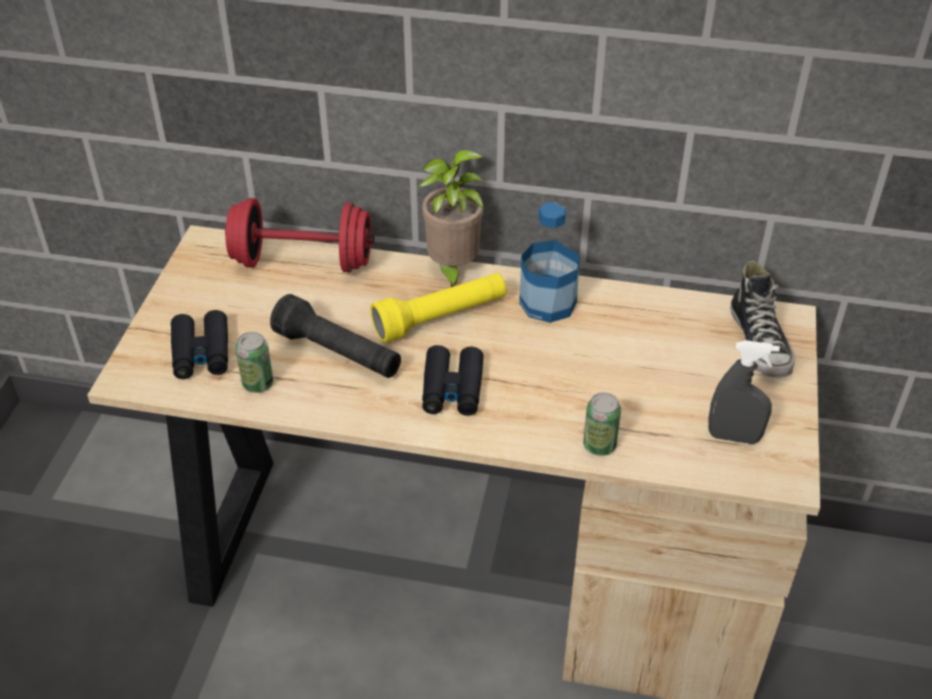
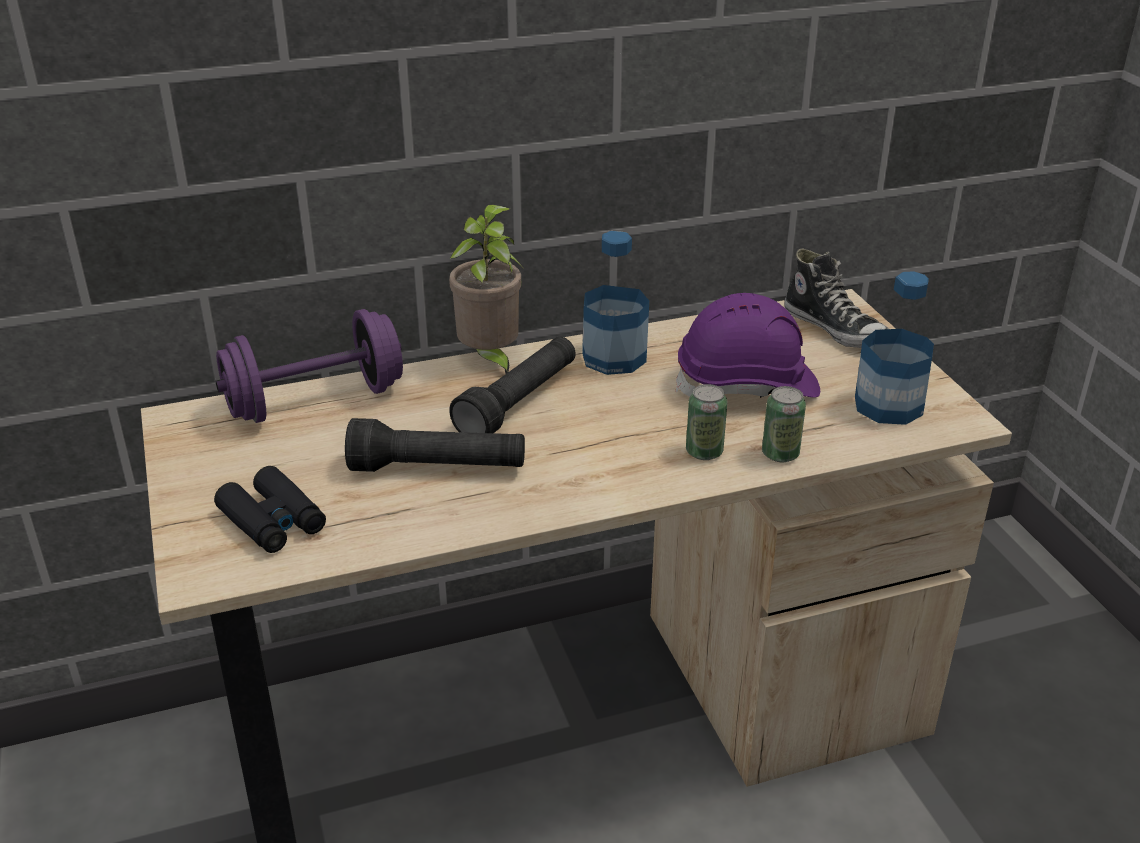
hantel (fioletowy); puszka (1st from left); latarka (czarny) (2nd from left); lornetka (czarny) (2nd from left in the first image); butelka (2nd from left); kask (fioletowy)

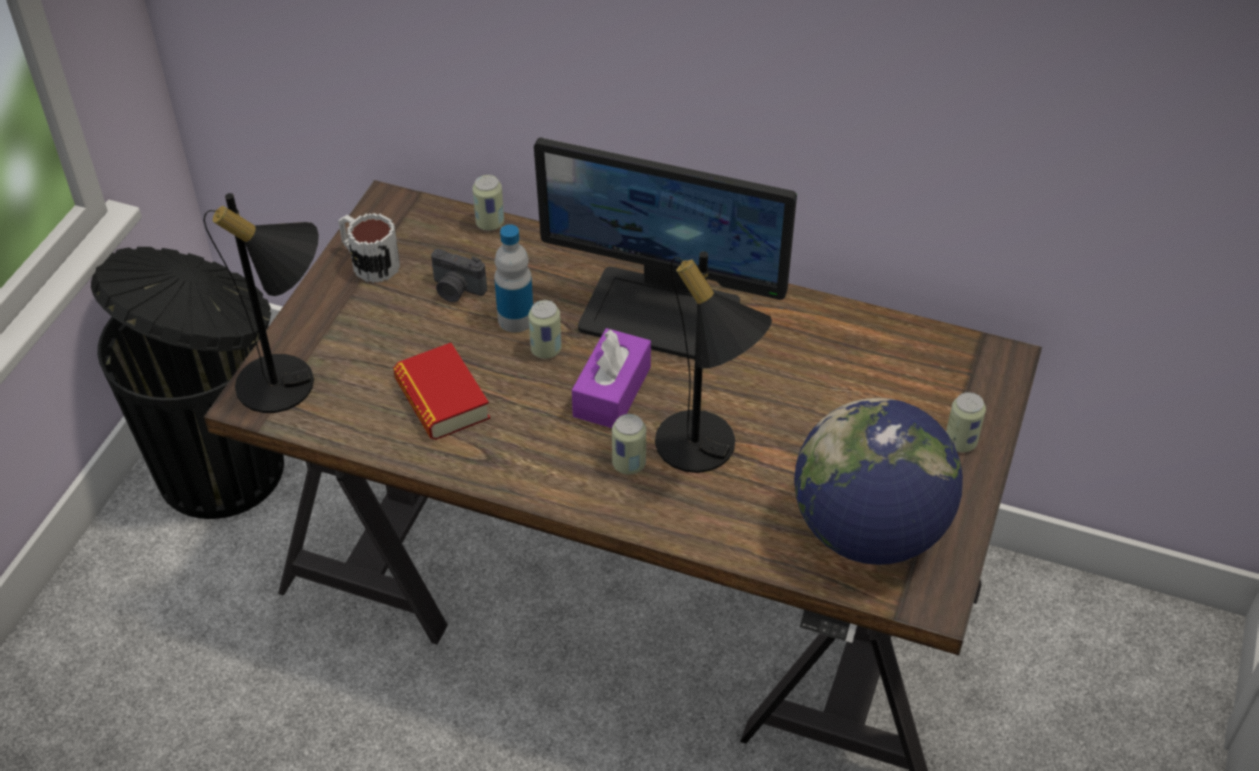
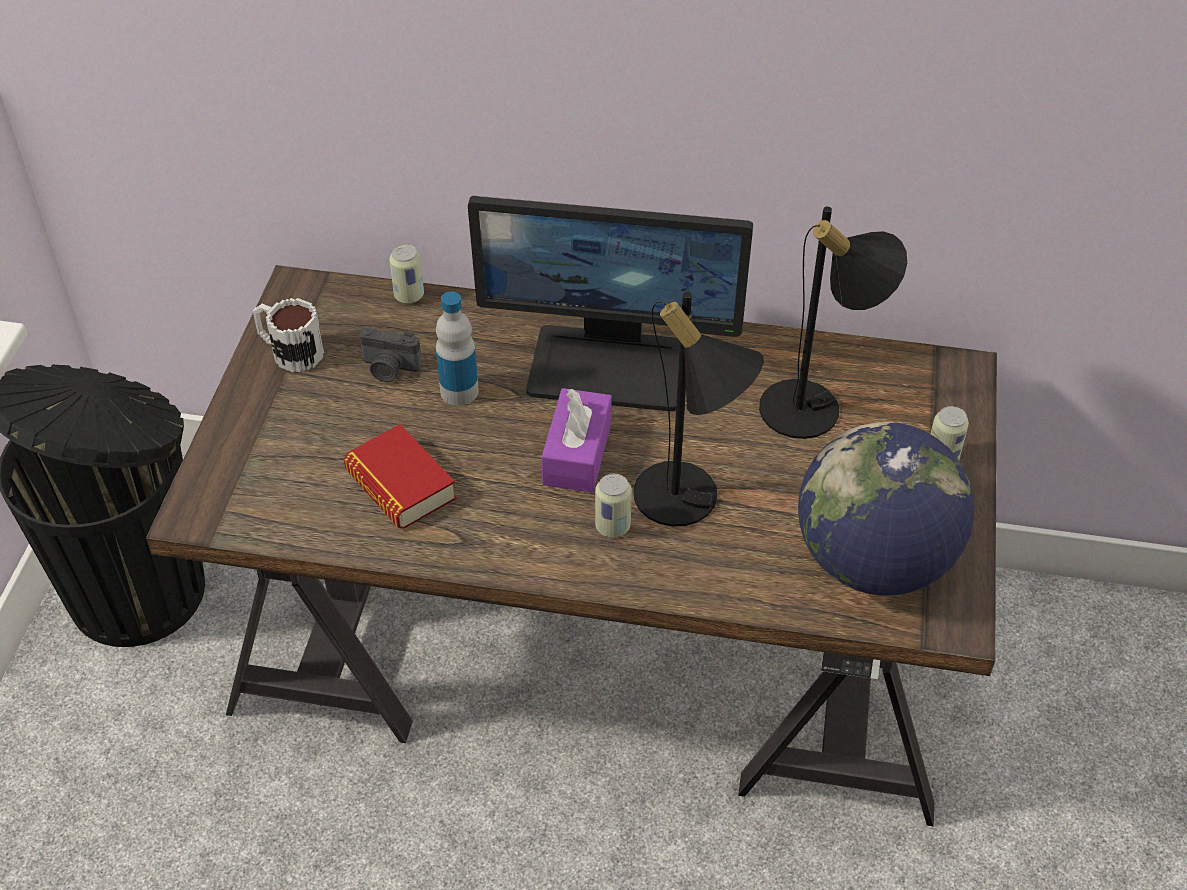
lampa stołowa (czarny) (2nd from left); puszka (2nd from left in the first image)

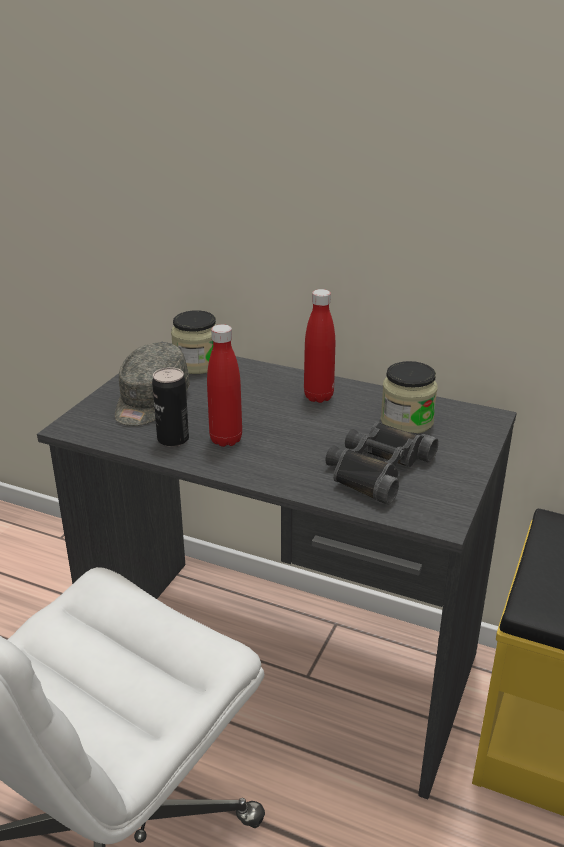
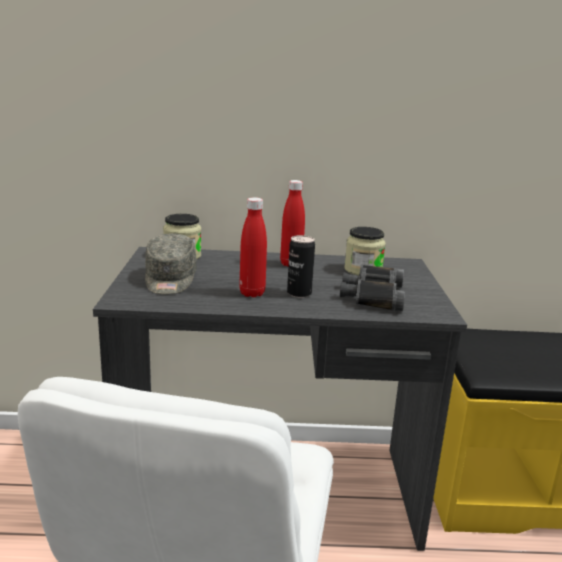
puszka

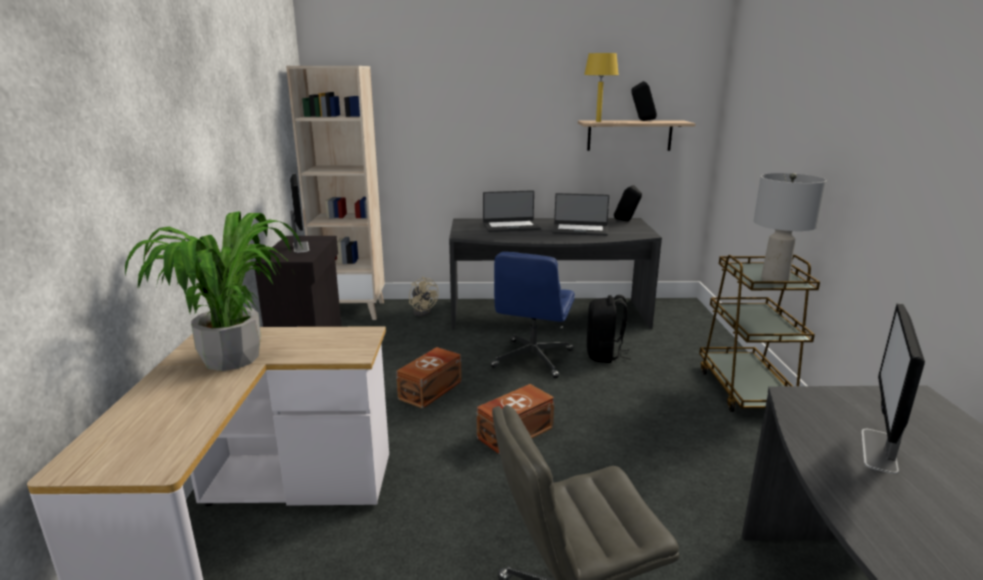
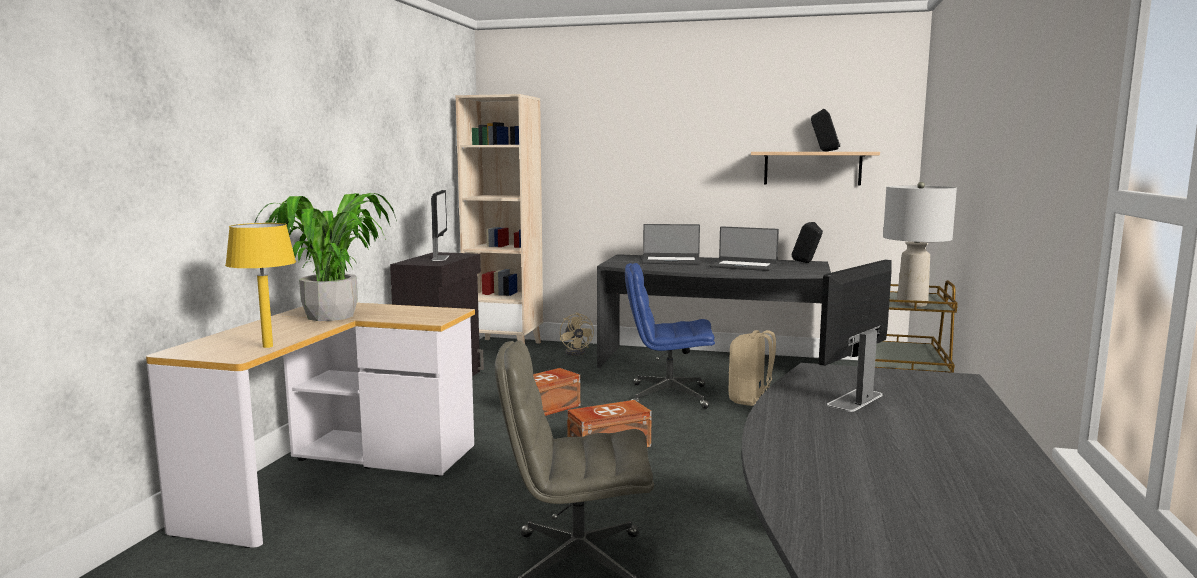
krzesło biurowe (niebieski); lampa stołowa (żółty); plecak (beżowy)

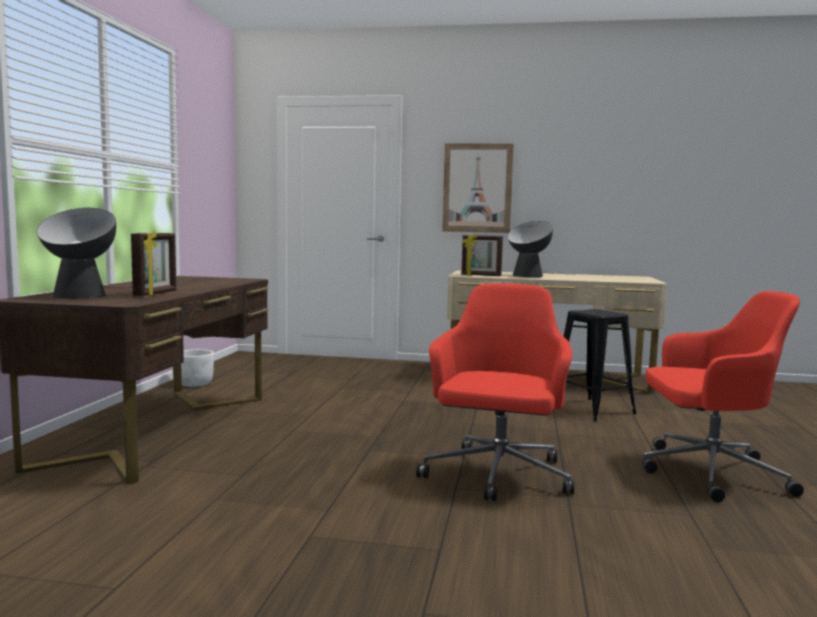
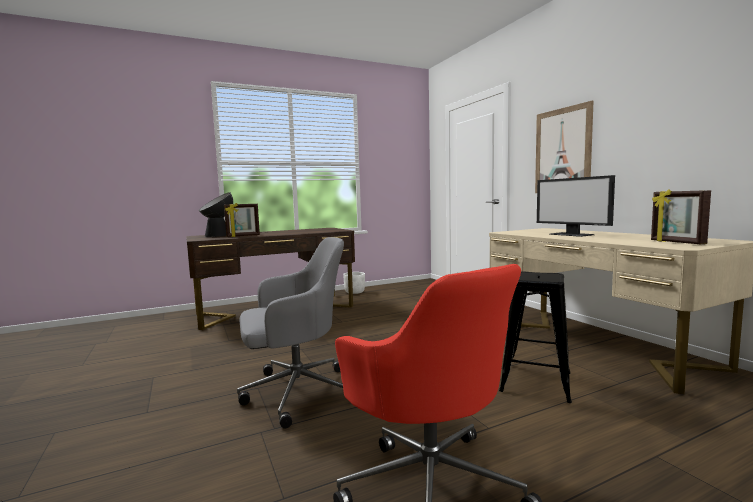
krzesło biurowe (szary); ramka na zdjęcie (2nd from left); monitor

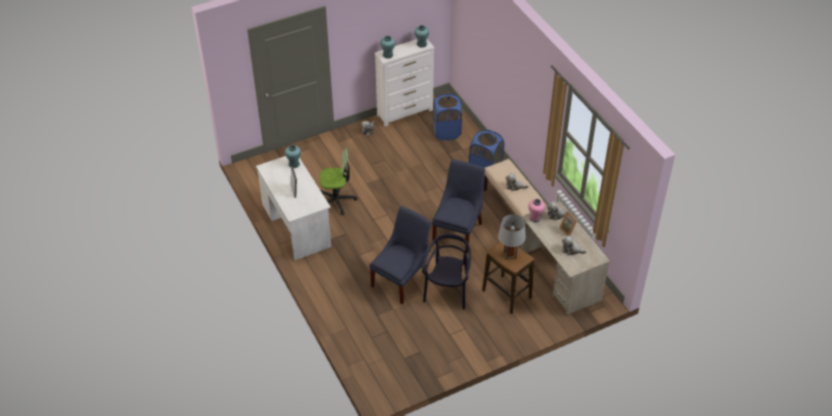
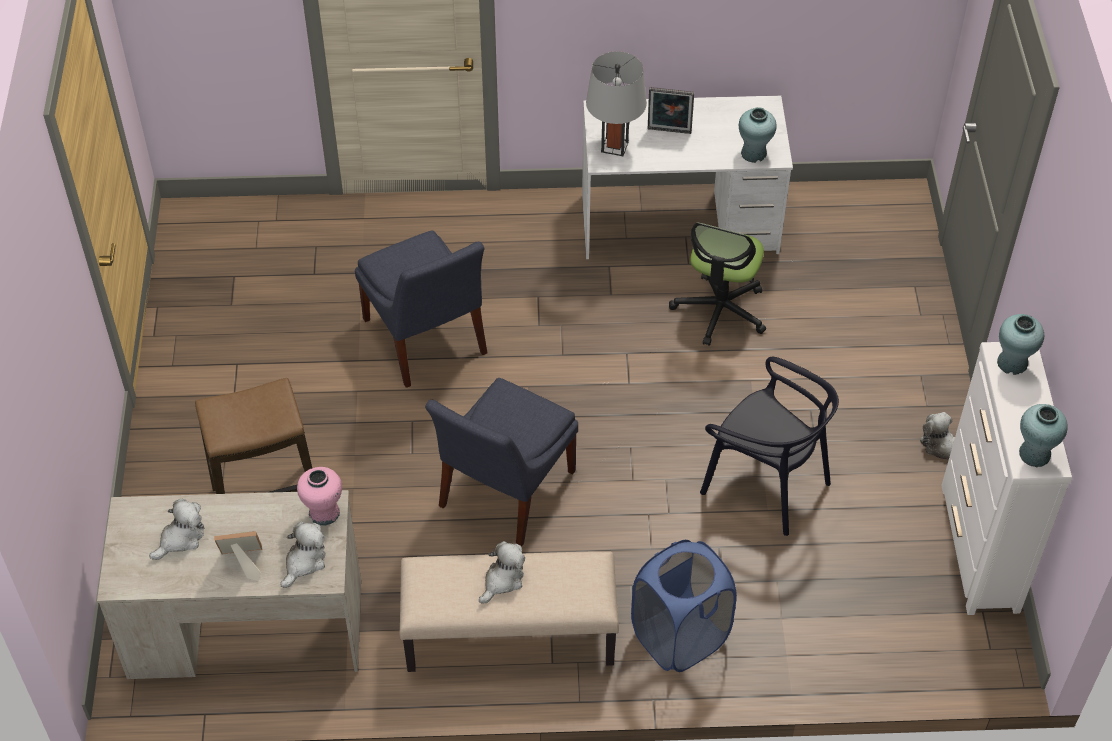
krzesło (czarny); krzesło (niebieski) (2nd from left); kosz na pranie (niebieski) (1st from left in the first image); lampa stołowa (szary)

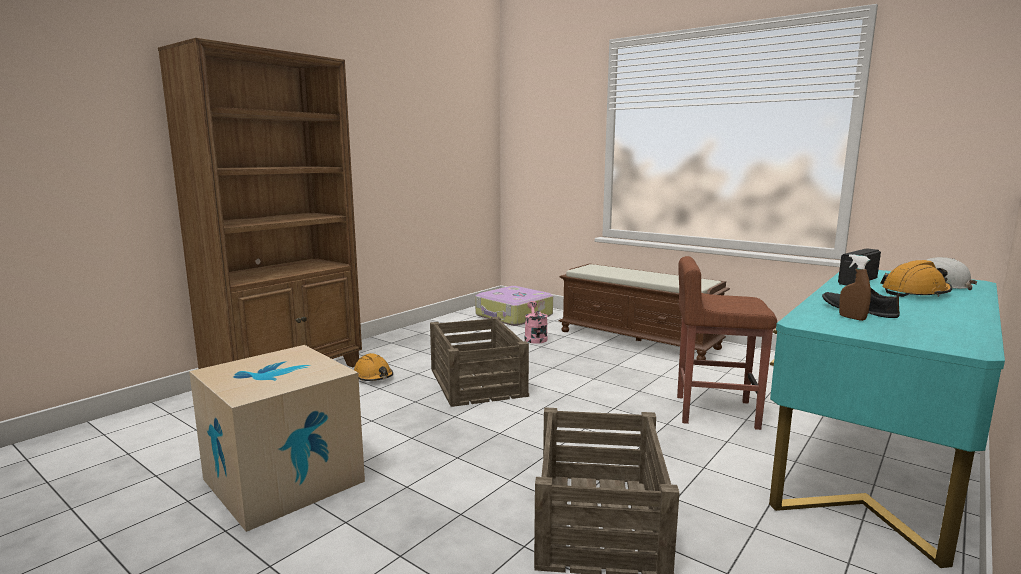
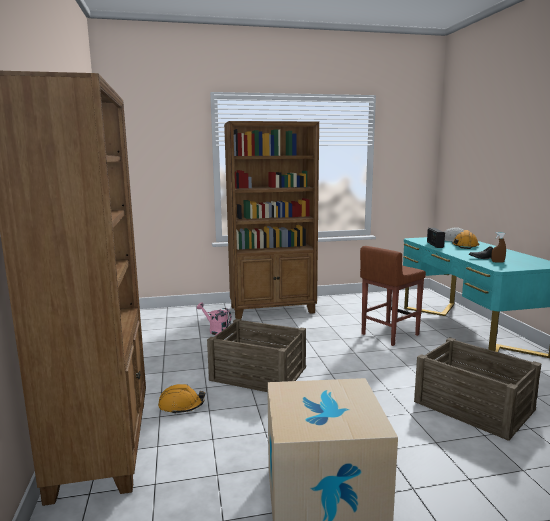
walizka; regał (brązowy) (2nd from left)

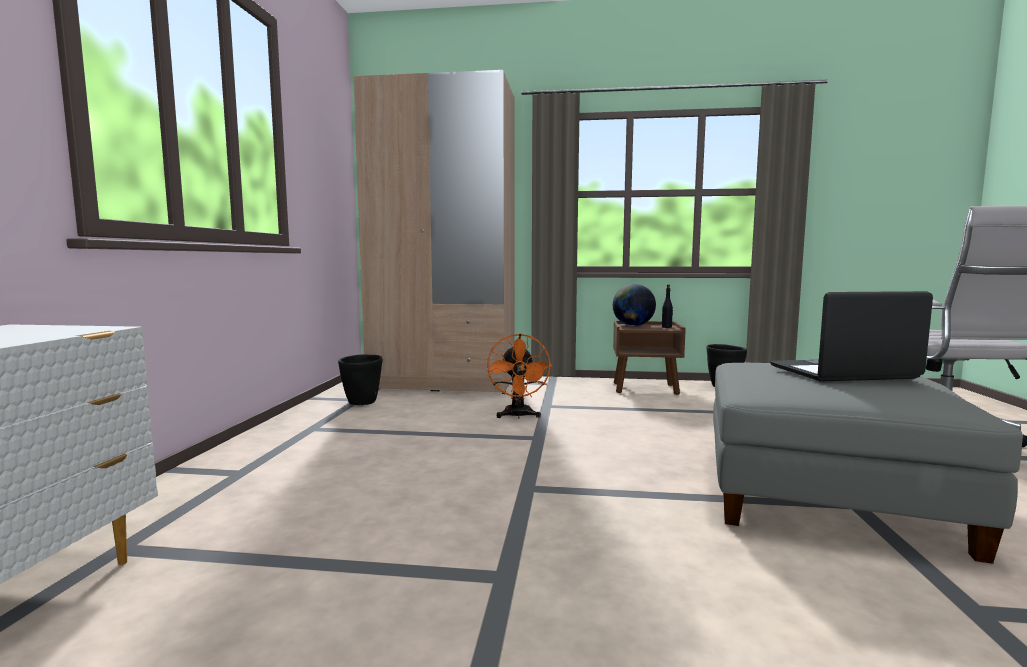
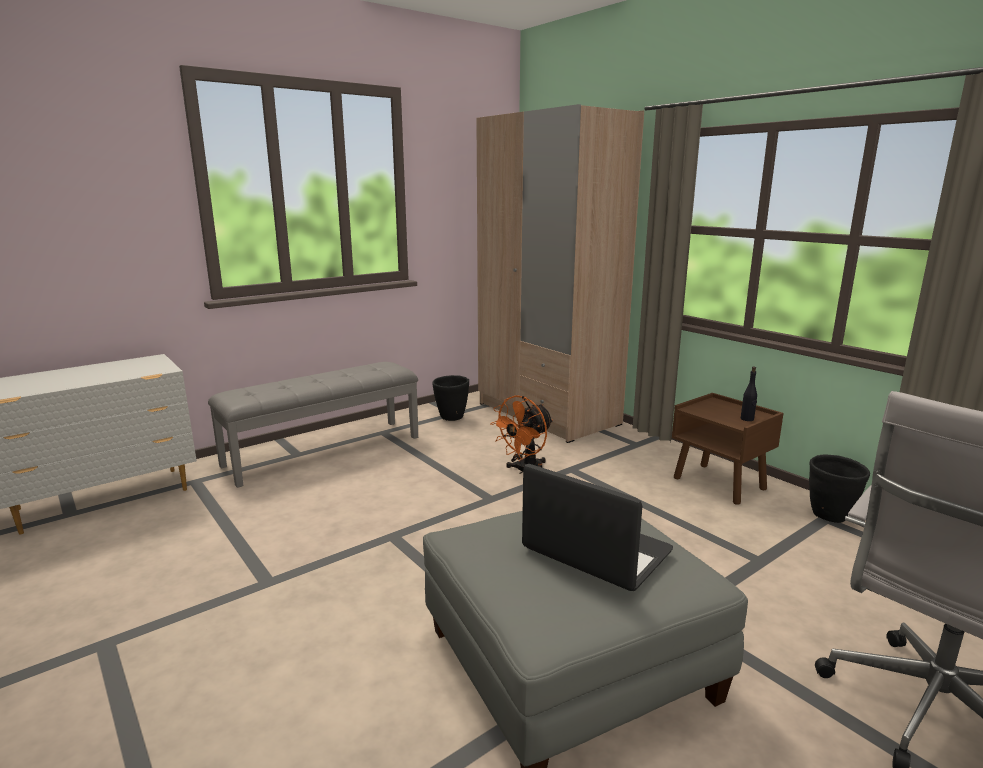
globus; ławka (szary)

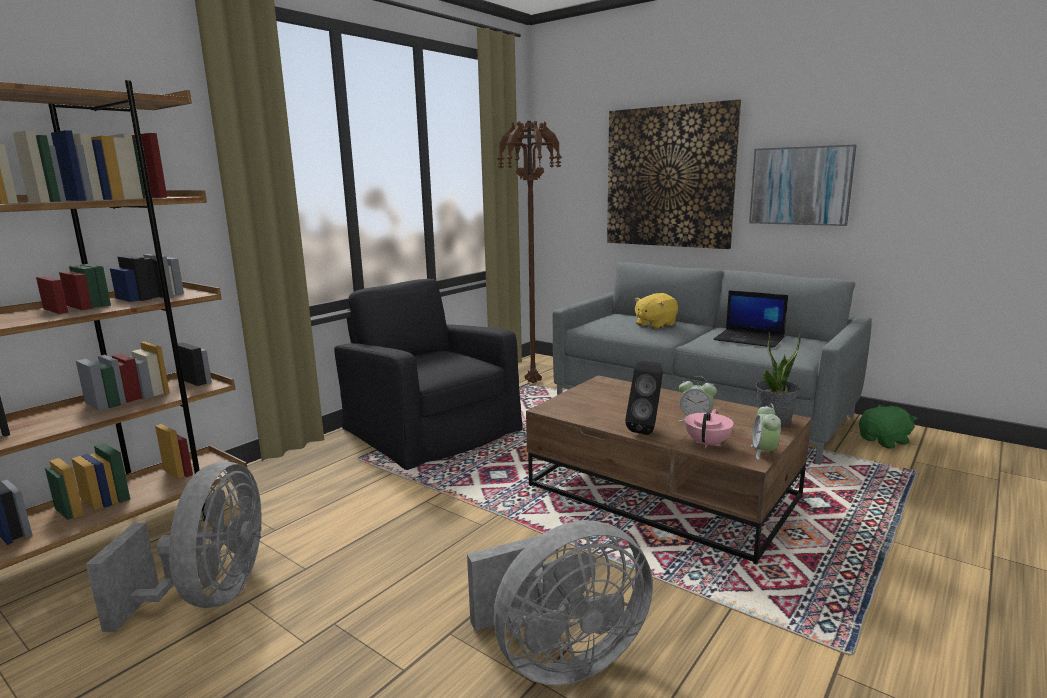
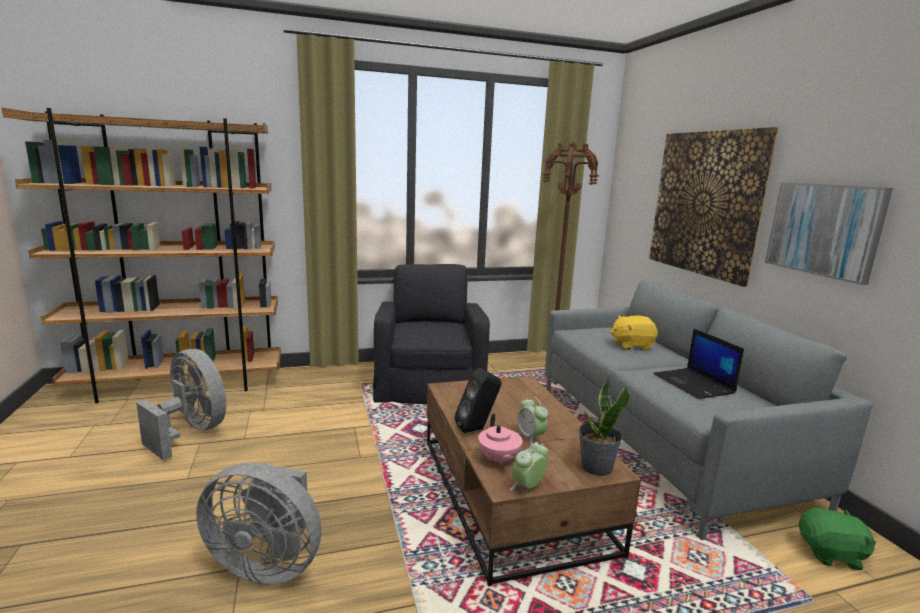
wentylator (szary) (1st from left); imbryk (różowy)

